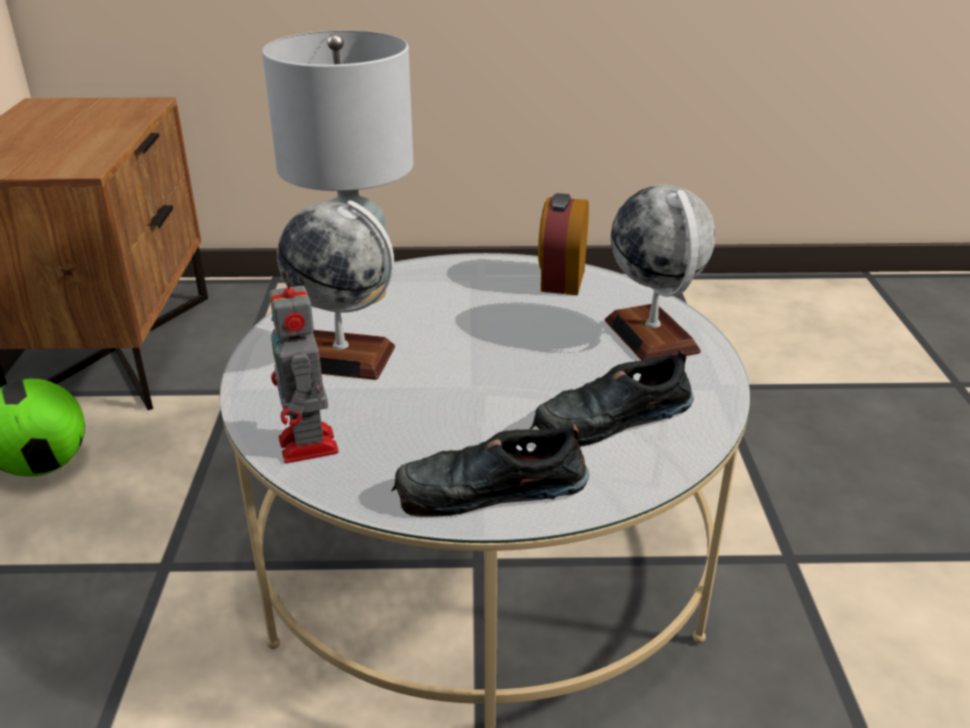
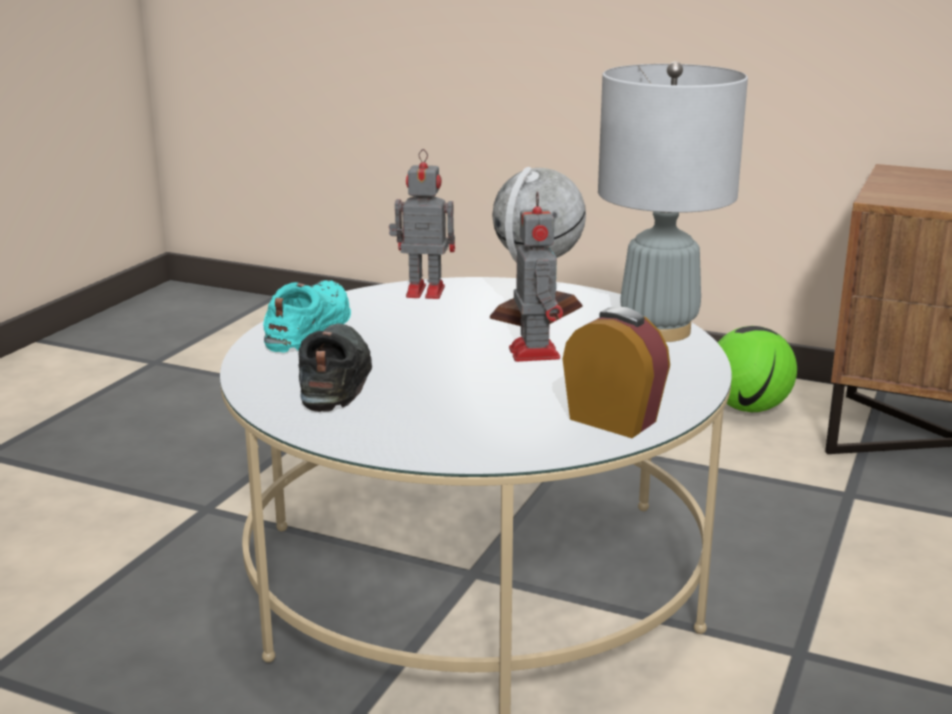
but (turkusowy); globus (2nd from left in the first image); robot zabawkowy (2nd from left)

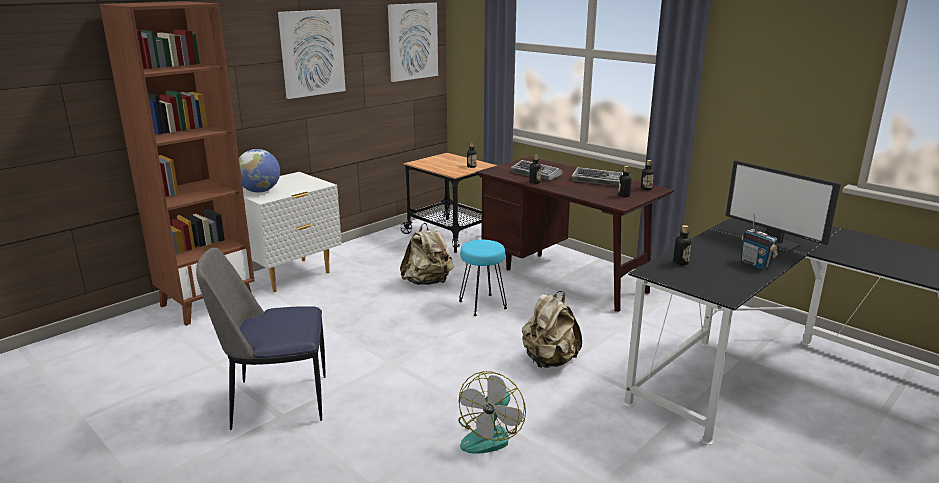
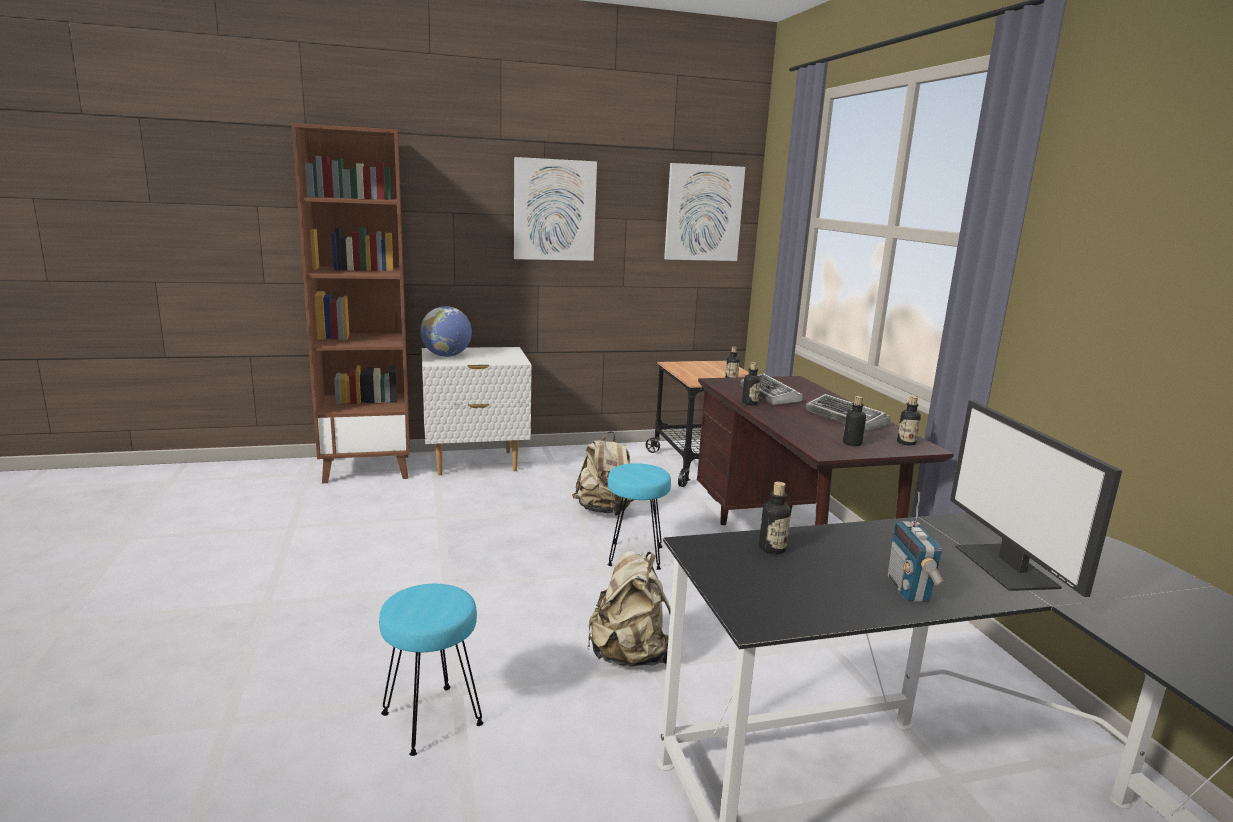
krzesło; stołek (turkusowy) (1st from left)

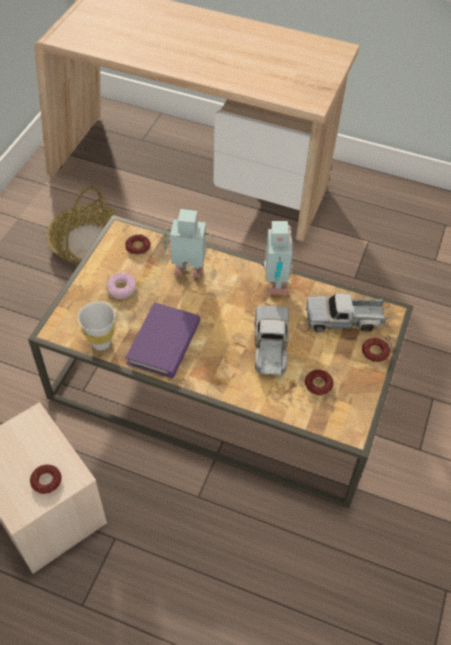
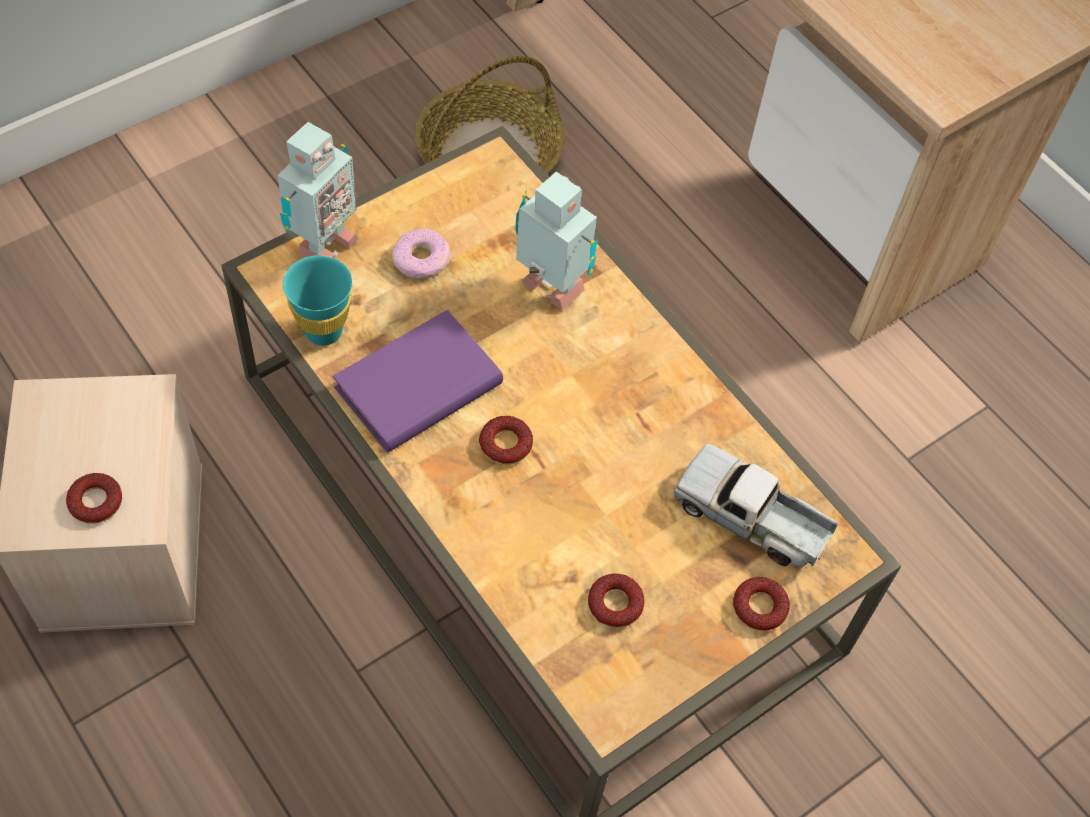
filiżanka (turkusowy); donut (3rd from left); ciężarówka zabawkowa (1st from left in the first image); robot zabawkowy (1st from left)

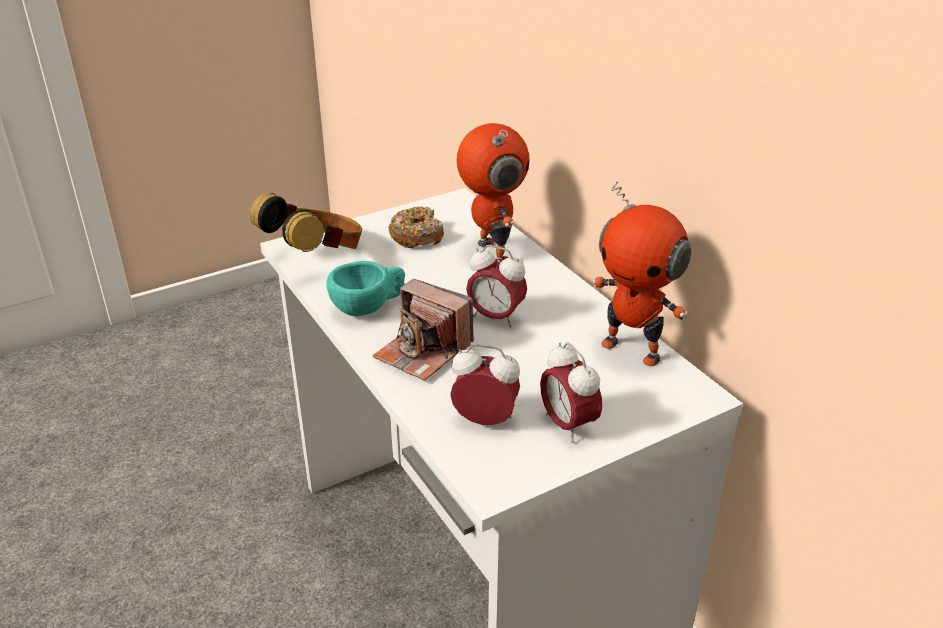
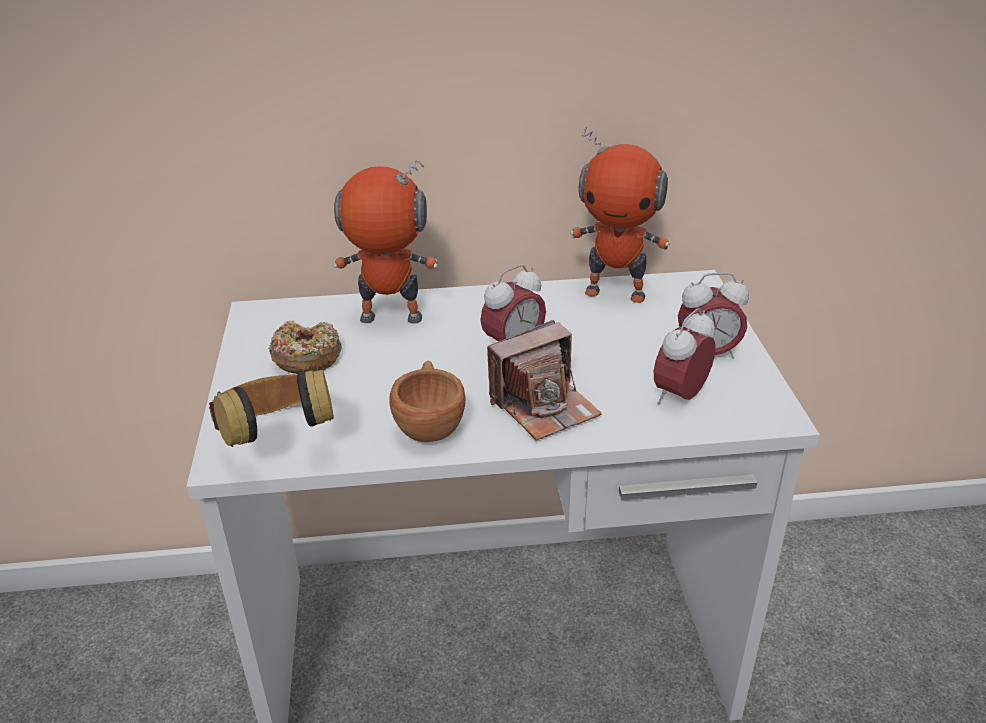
filiżanka (brązowy); robot zabawkowy (2nd from left)

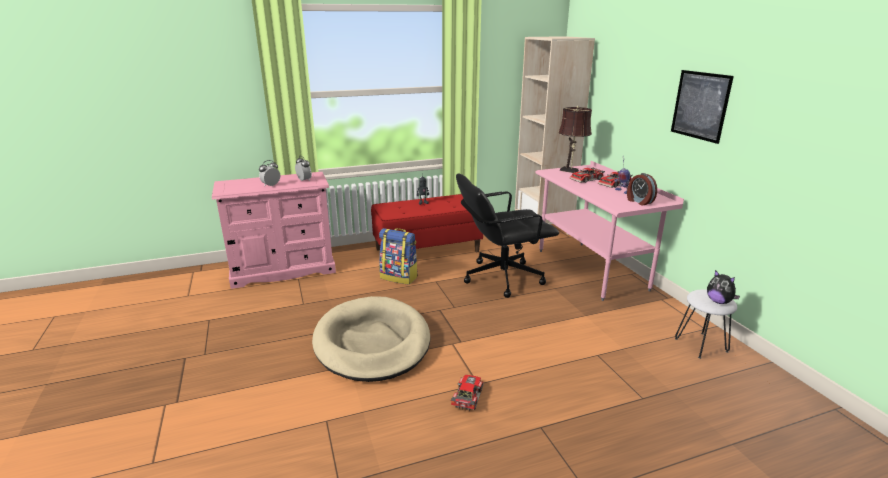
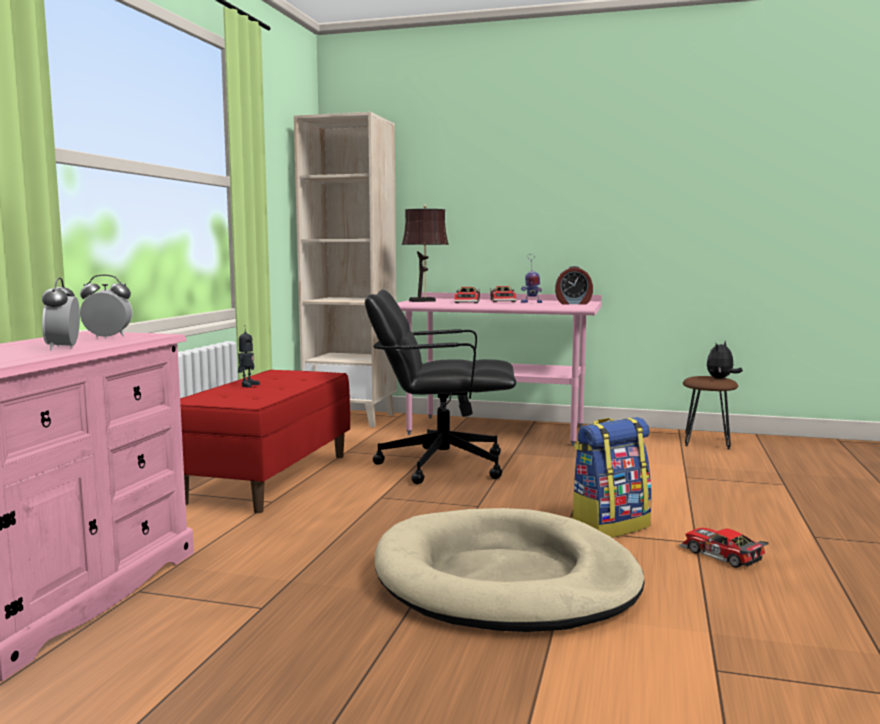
plecak; krzesło biurowe (czarny); obraz; stołek (brązowy); pluszak

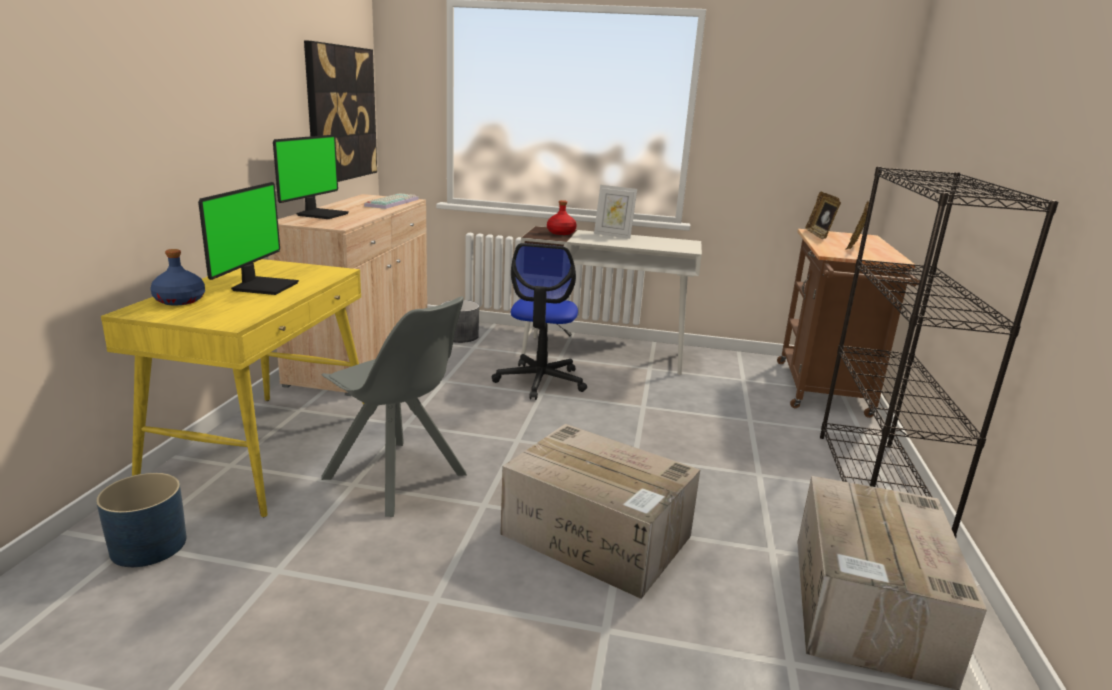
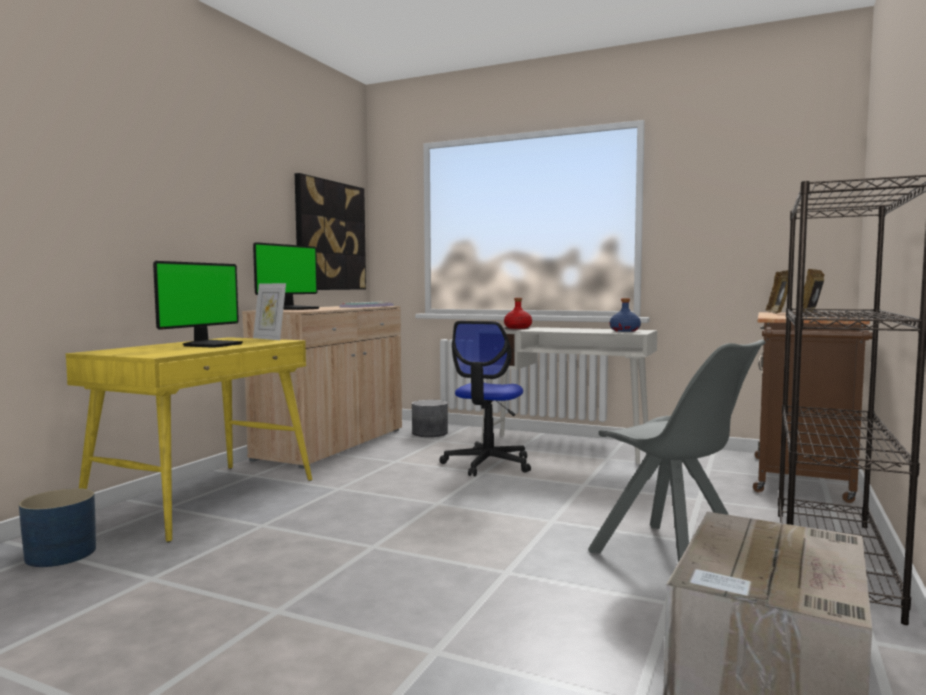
butelka (niebieski); krzesło (szary); karton (1st from left in the first image); ramka na zdjęcie (1st from left)

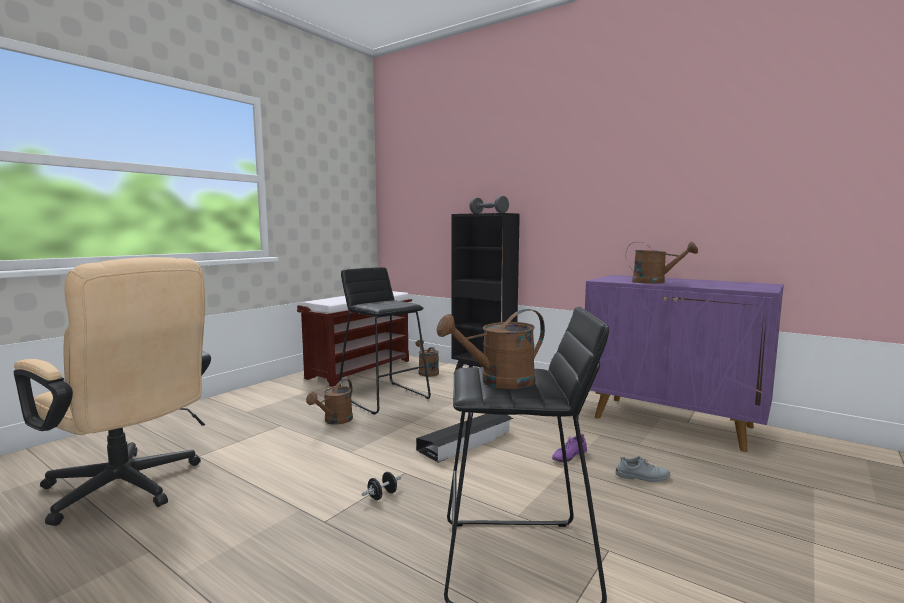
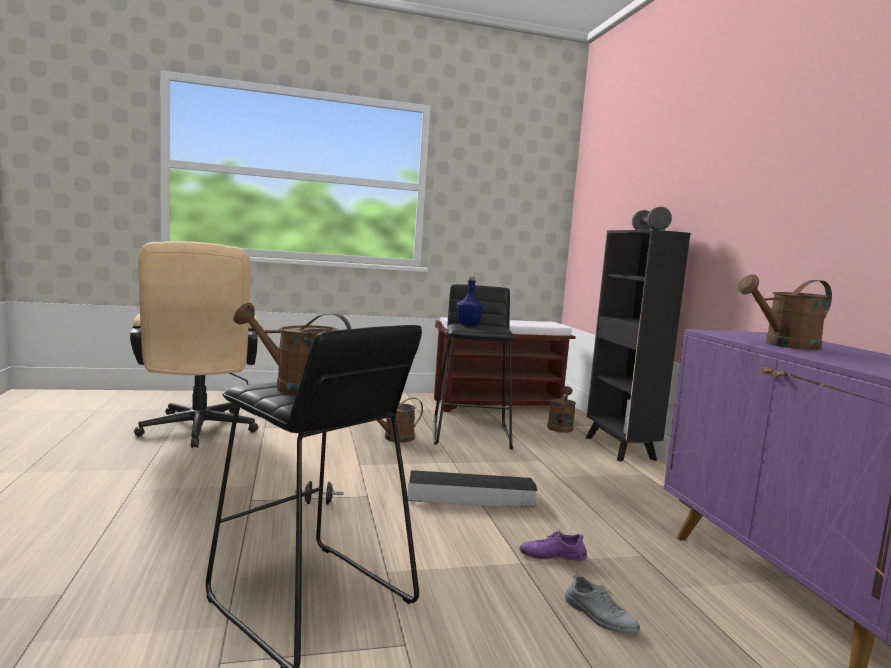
konewka (brązowy) (4th from left); butelka (niebieski)

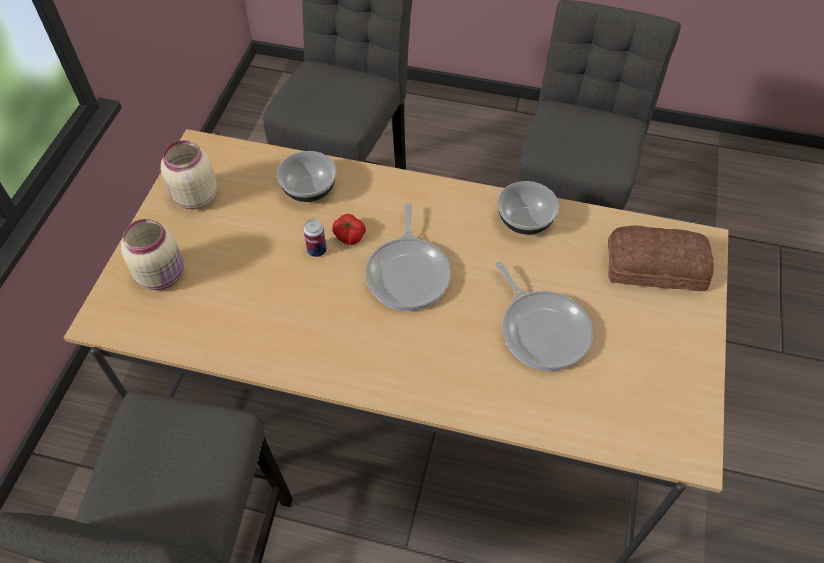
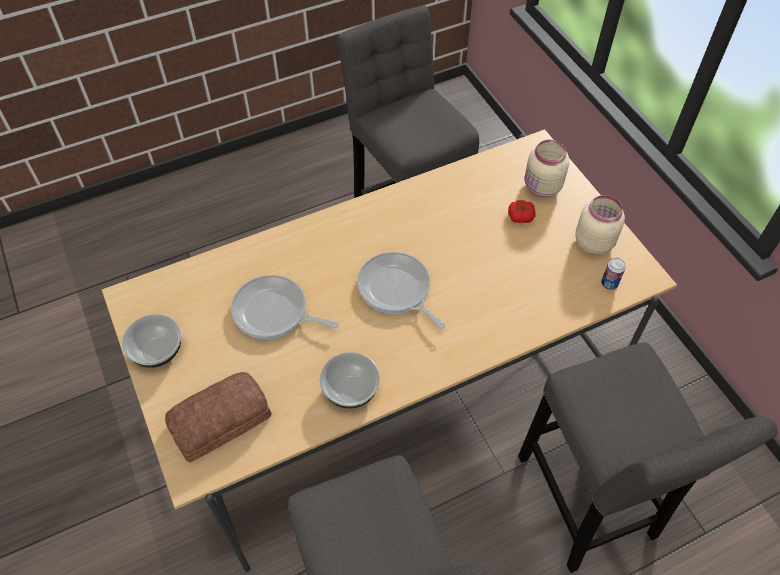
miska (1st from left); puszka; pomidor

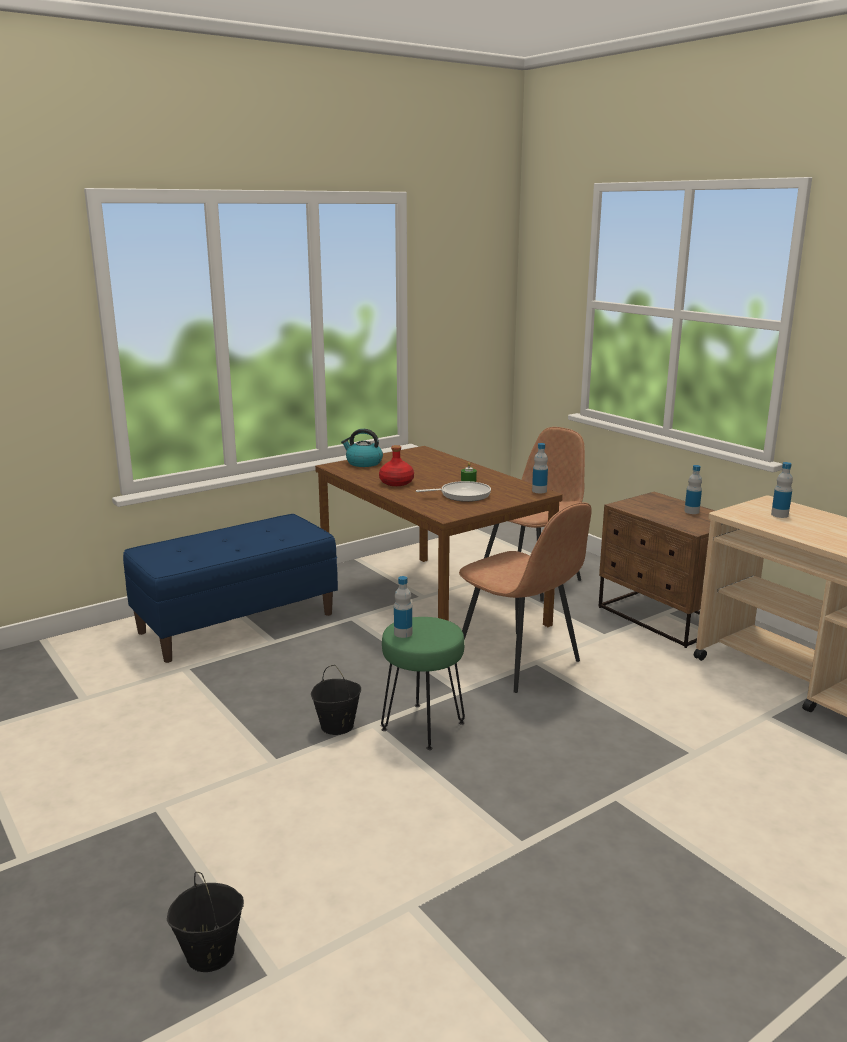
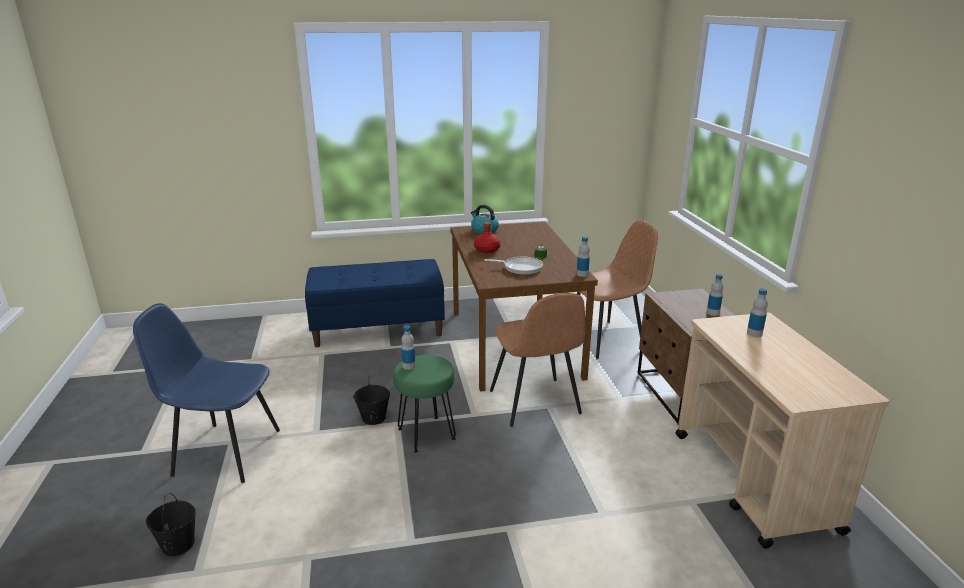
krzesło (niebieski)

